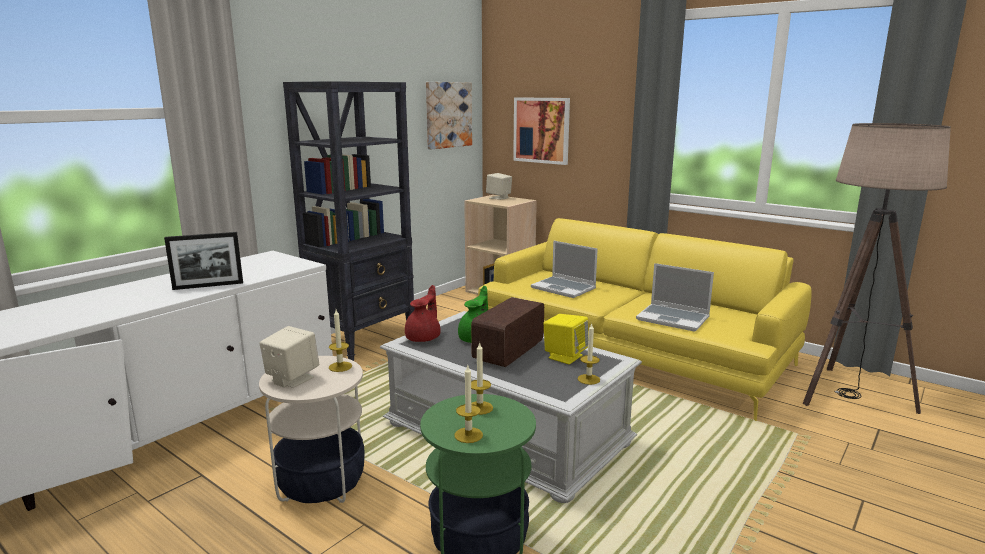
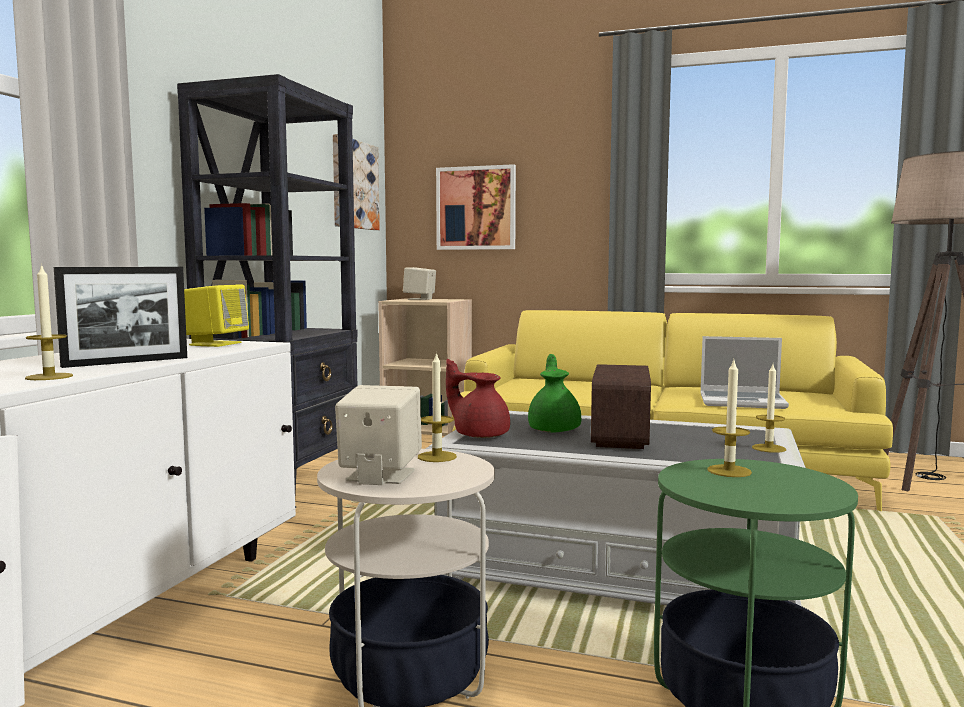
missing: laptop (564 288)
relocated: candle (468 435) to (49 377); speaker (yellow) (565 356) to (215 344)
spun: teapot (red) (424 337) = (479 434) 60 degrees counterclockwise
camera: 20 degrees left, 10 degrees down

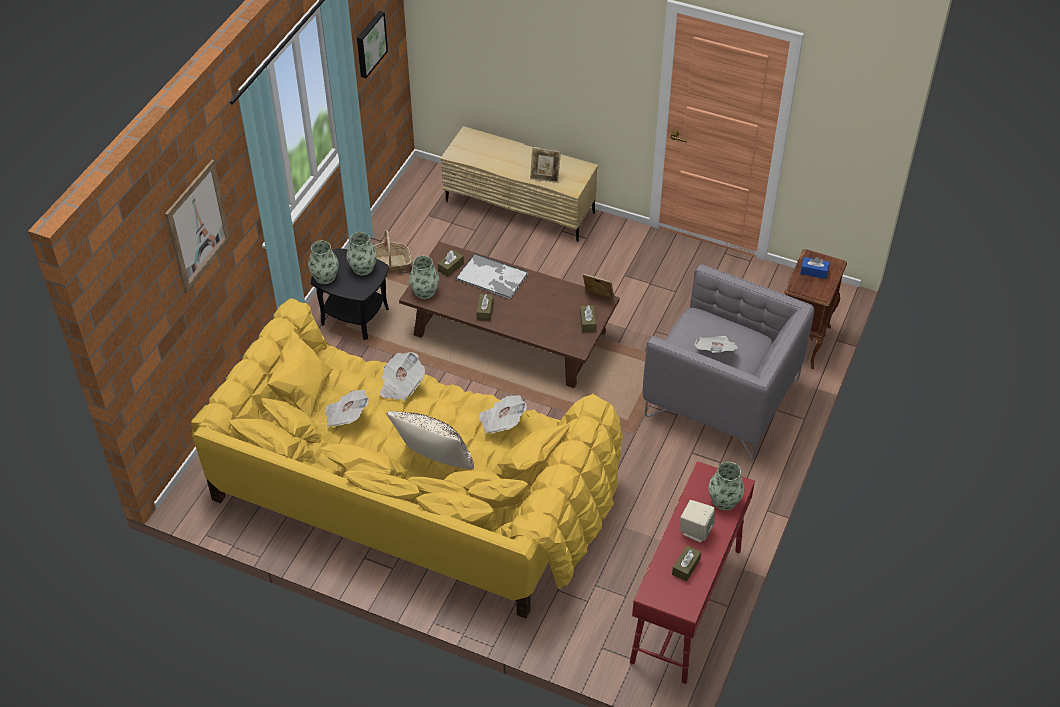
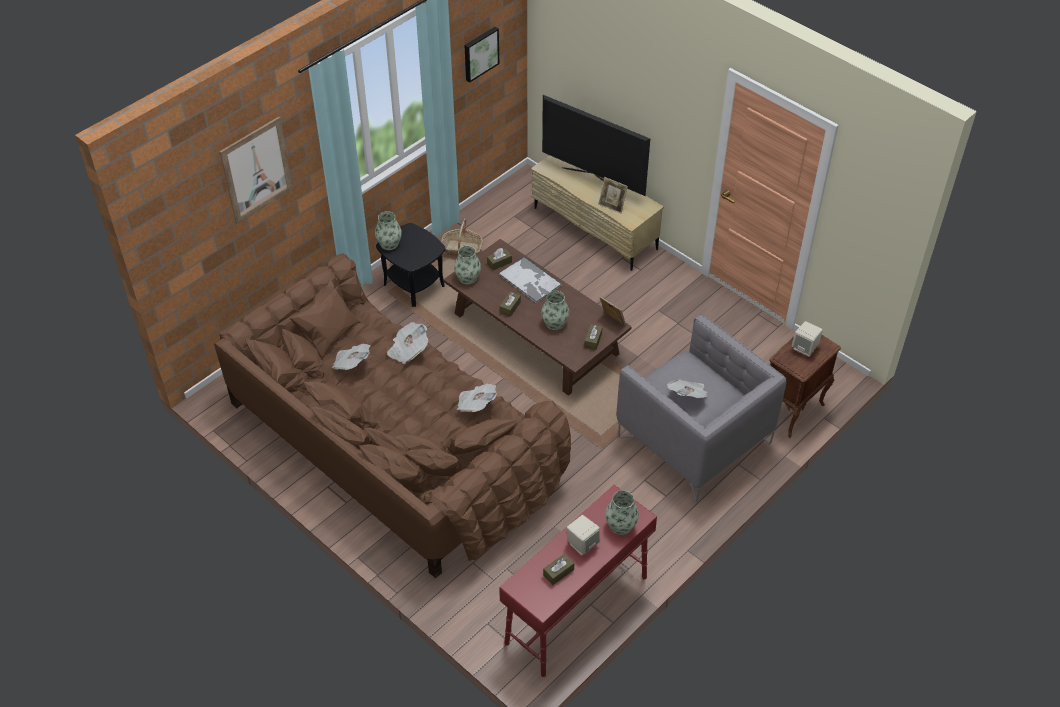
missing: pillow (beige) (433 463)
appeared: television (593 180)
relocated: vase (363 268) to (555 323)
exchanged: tissue box (blue) (814 271) to speaker (beige) (805 348)
colour: sofa (yellow) (413 486) to sofa (brown) (395 439)
camera: 20 degrees right, 0 degrees up

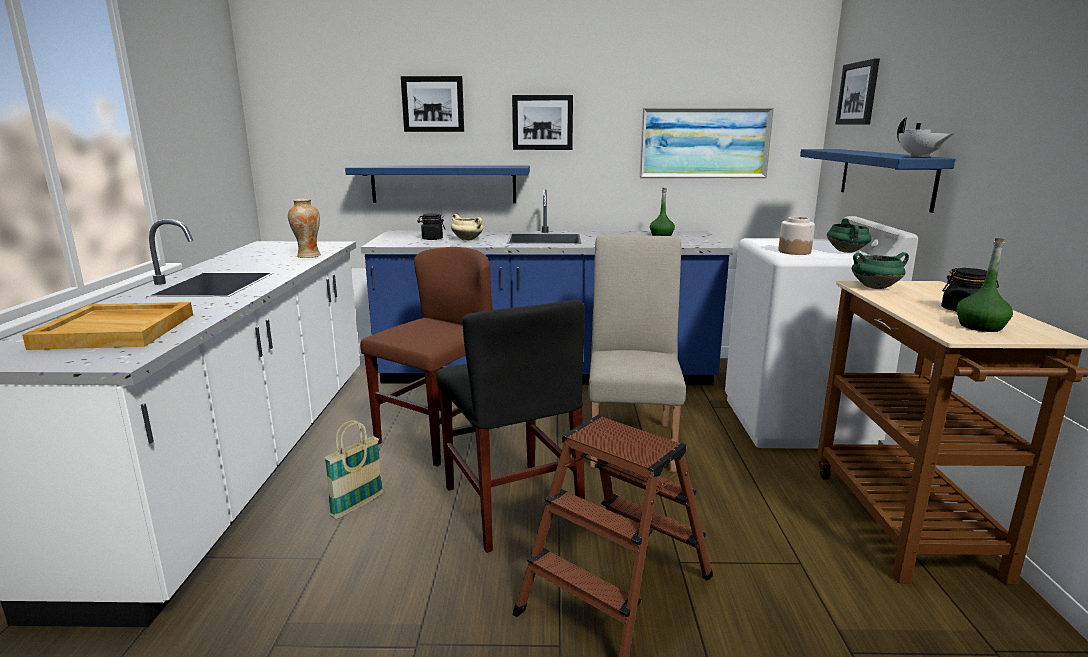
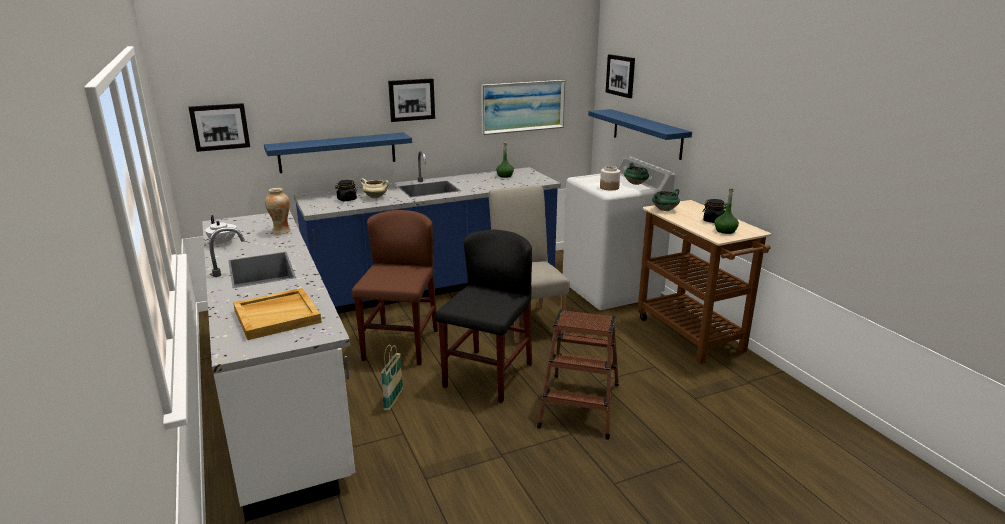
relocated: picture (433 104) to (220 127); teapot (white) (919 156) to (223 243)
spun: chair (black) (512 504) = (488 375) 105 degrees counterclockwise
camera: 25 degrees left, 5 degrees up

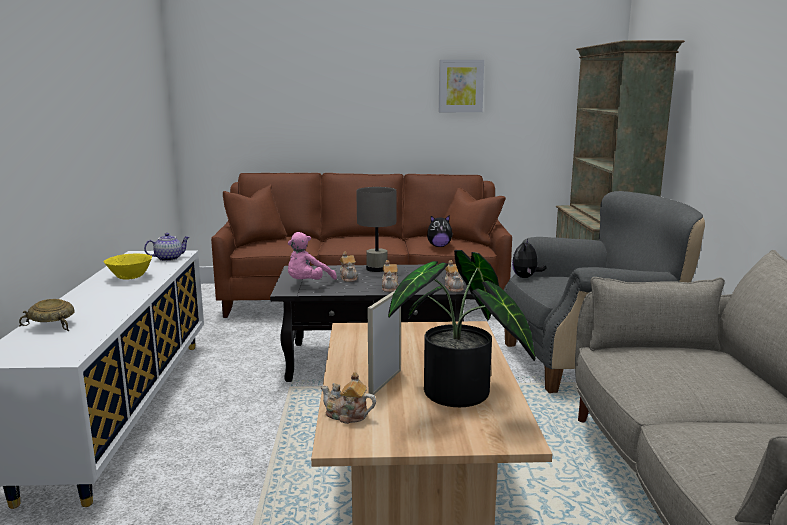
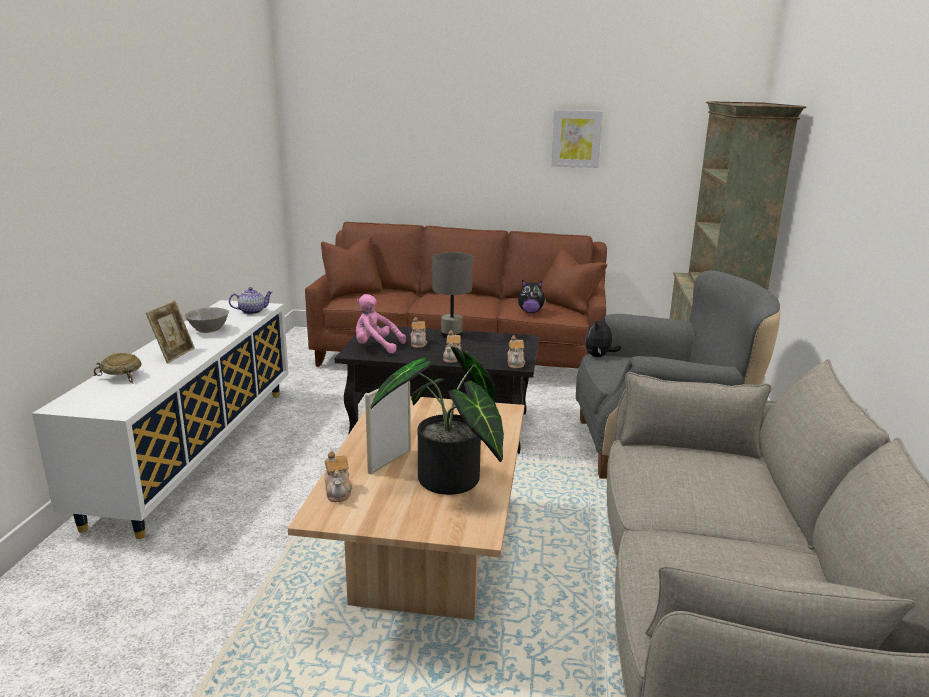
appeared: picture frame (174 355)
colour: bowl (yellow) (130 277) to bowl (grey) (208 331)
spun: plush toy (pink) (308 284) = (376 347) 60 degrees clockwise; teapot (347 415) = (338 491) 135 degrees counterclockwise
camera: 10 degrees right, 5 degrees up

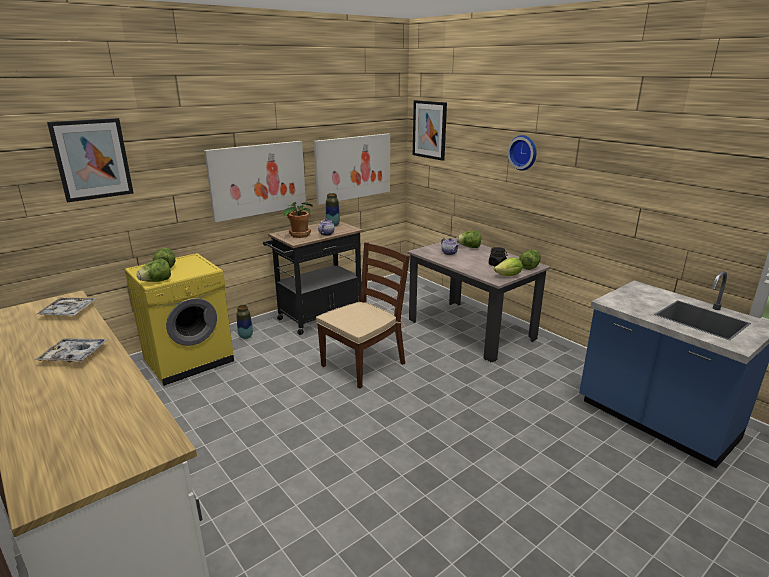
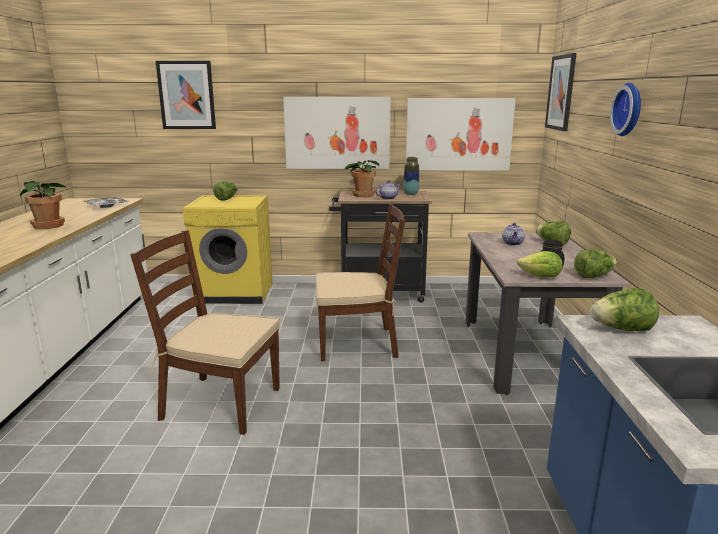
missing: vase (246 336)
appeared: chair (brown) (220 403)
relocated: lettuce (156 281) to (621 329)
exchanged: tray (74 355) to potted plant (49 226)
camera: 40 degrees right, 5 degrees down

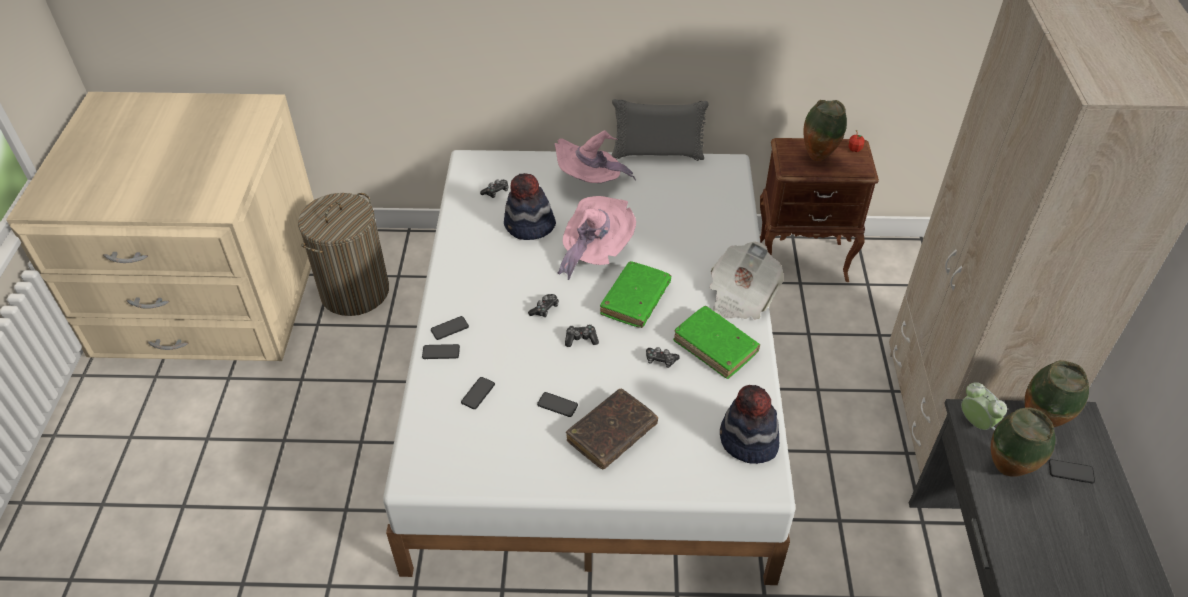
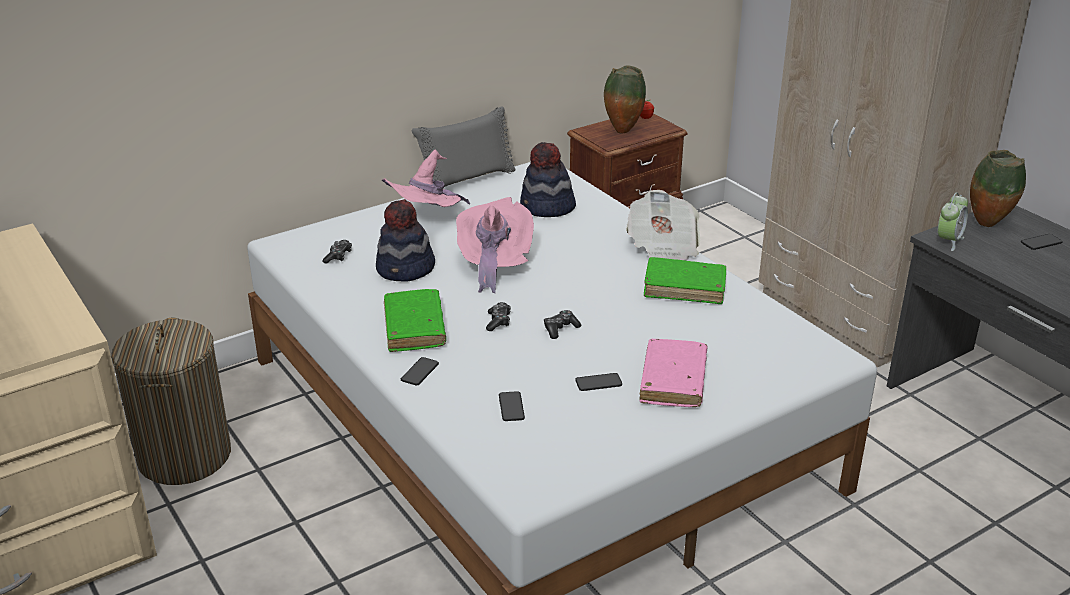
missing: phone (441 352); game controller (660 360); vase (1007 472)
relocated: book (green) (635 300) to (414 328); hat (748 441) to (547 208)
colour: book (brown) (612 434) to book (pink) (673 381)
spun: alarm clock (975 423) = (948 241) 105 degrees clockwise
camera: 35 degrees left, 15 degrees down

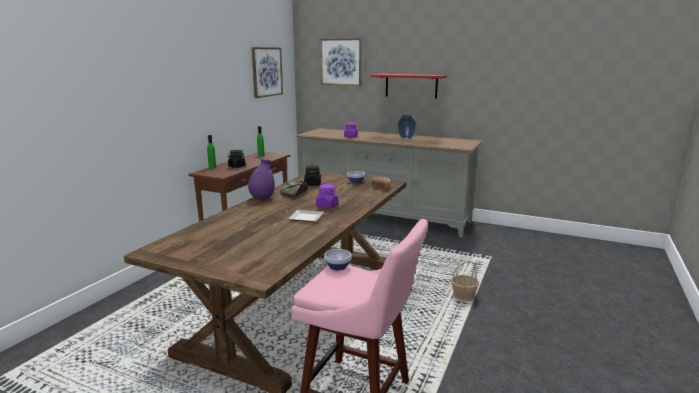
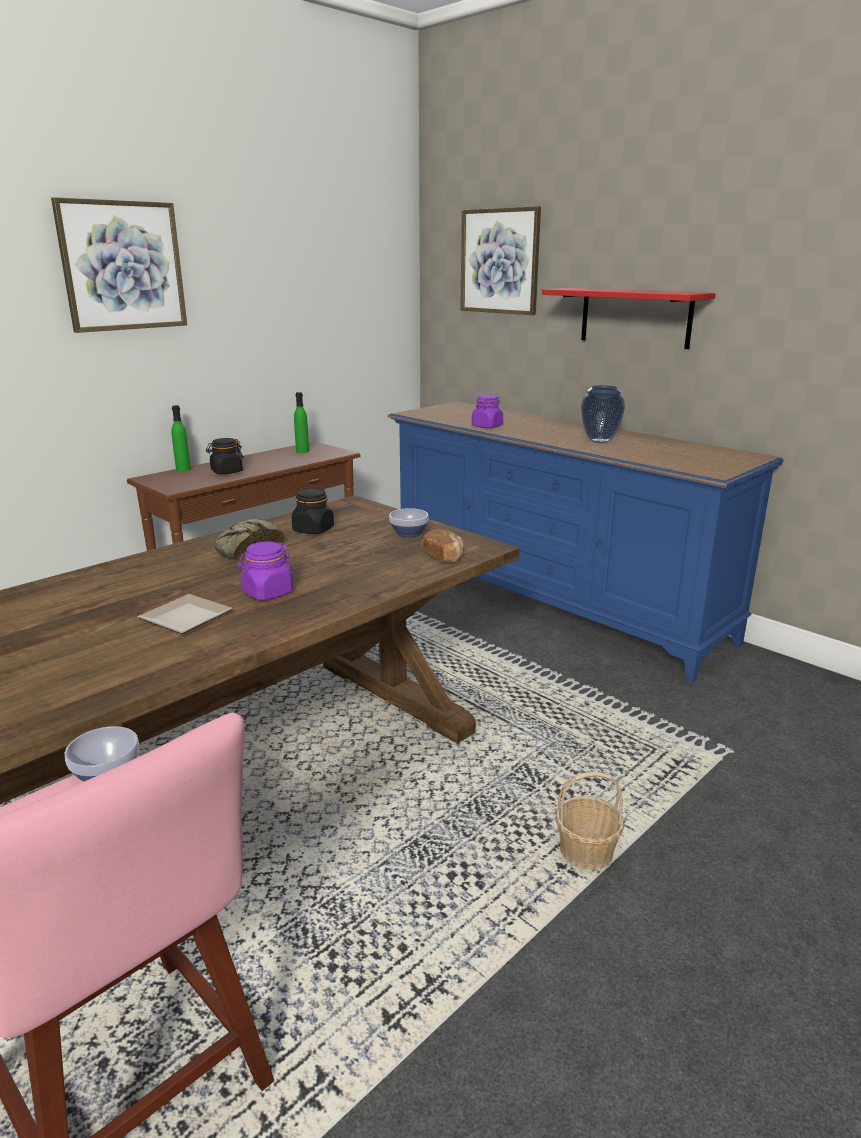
missing: vase (purple) (262 198)
relocated: picture (267 72) to (122 266)
colour: cabinet (grey) (384 217) to cabinet (blue) (552 603)
camera: 20 degrees right, 5 degrees up

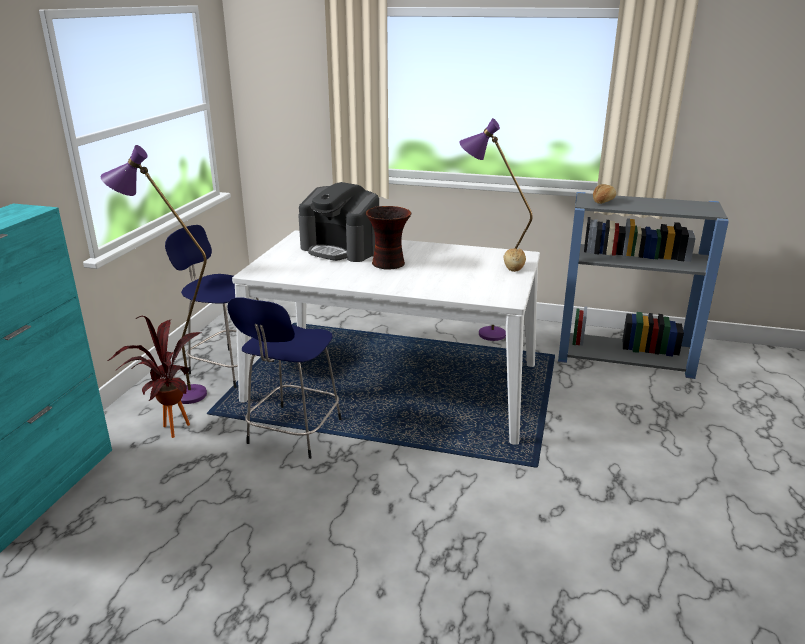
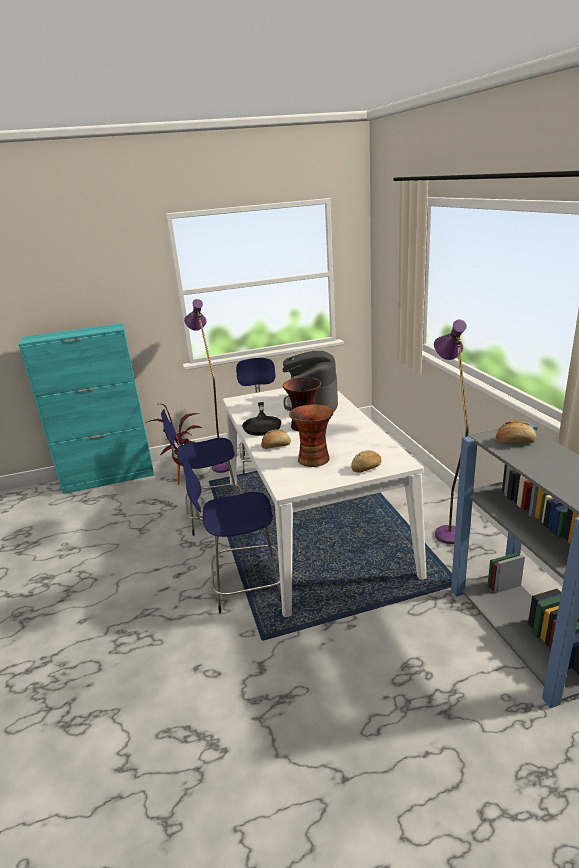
appeared: stool (blue) (245 587); frying pan (black) (262 424); bread (276 446); vase (313 459)
camera: 60 degrees right, 0 degrees up

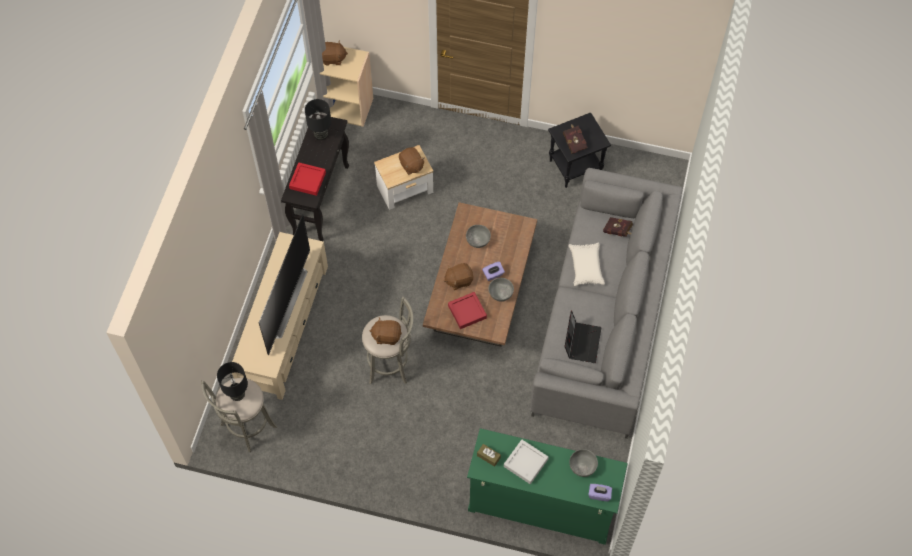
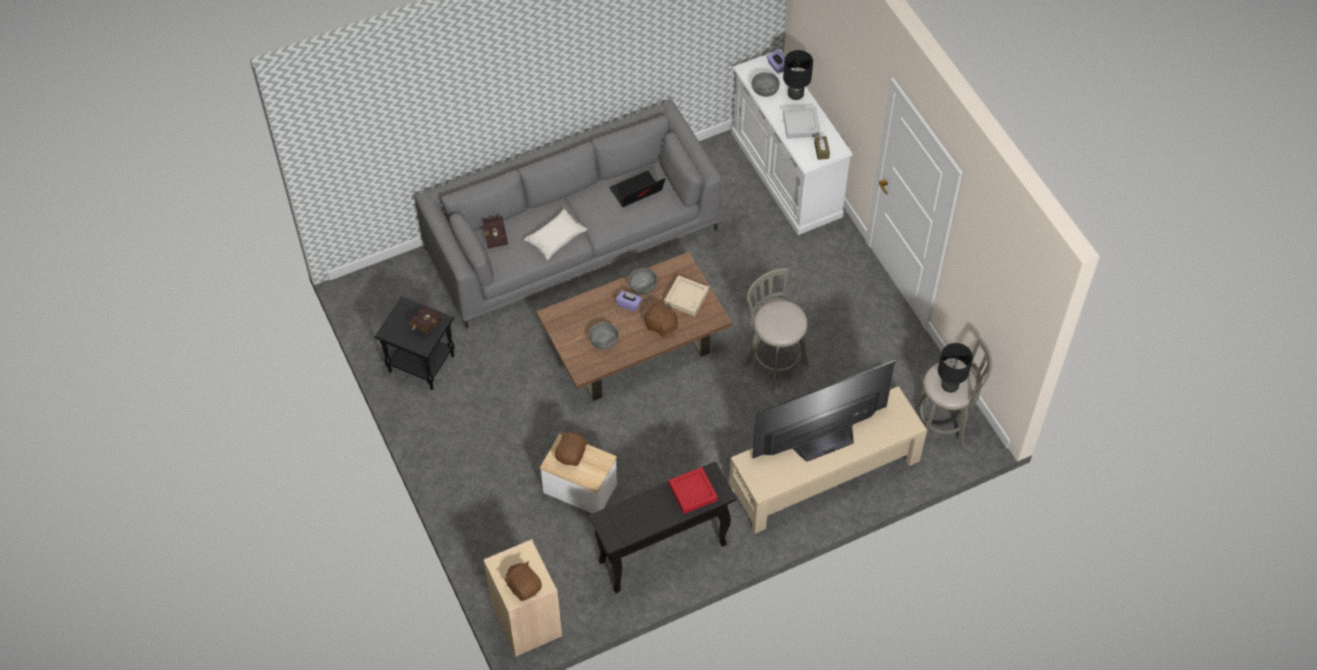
missing: plush toy (brown) (386 336)
relocated: table lamp (black) (320 134) to (795 93)
colour: tray (red) (467 312) to tray (beige) (686 298); cabinet (green) (541 504) to cabinet (white) (786 174)
camera: 130 degrees left, 5 degrees down

